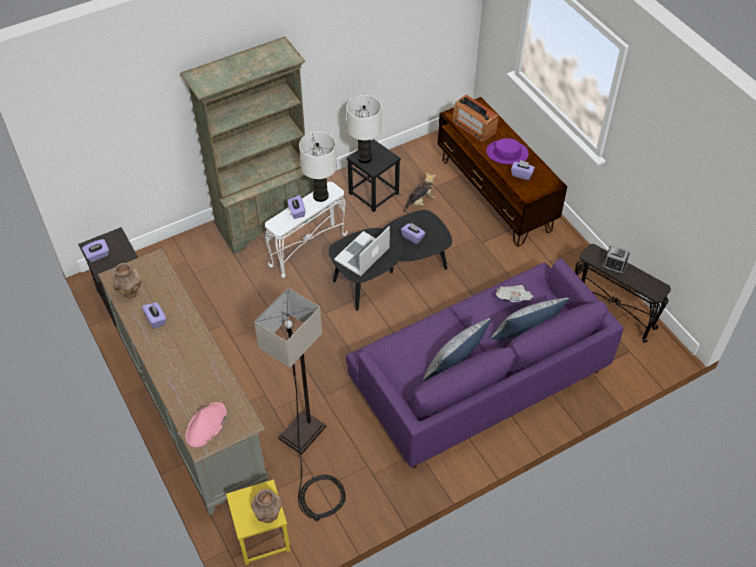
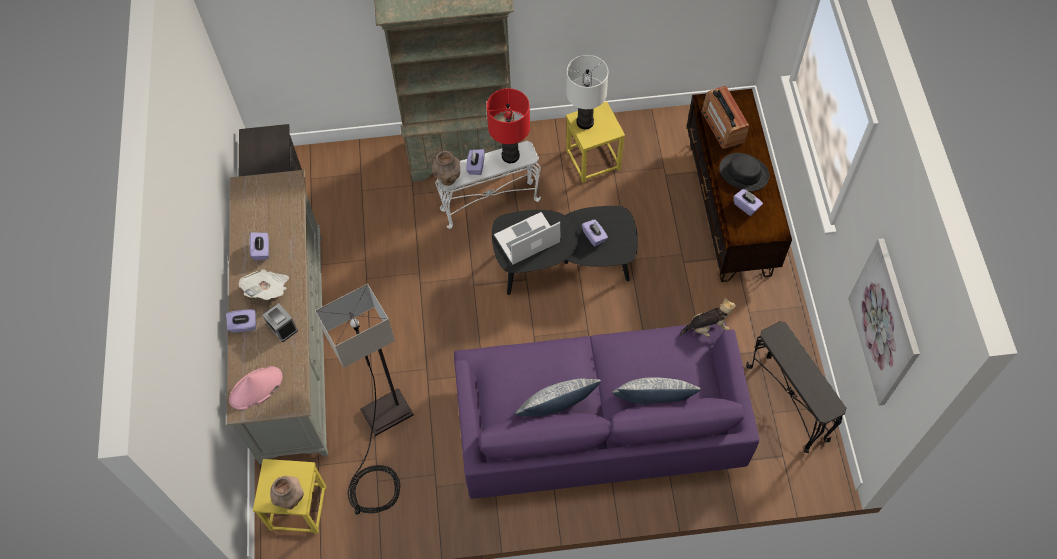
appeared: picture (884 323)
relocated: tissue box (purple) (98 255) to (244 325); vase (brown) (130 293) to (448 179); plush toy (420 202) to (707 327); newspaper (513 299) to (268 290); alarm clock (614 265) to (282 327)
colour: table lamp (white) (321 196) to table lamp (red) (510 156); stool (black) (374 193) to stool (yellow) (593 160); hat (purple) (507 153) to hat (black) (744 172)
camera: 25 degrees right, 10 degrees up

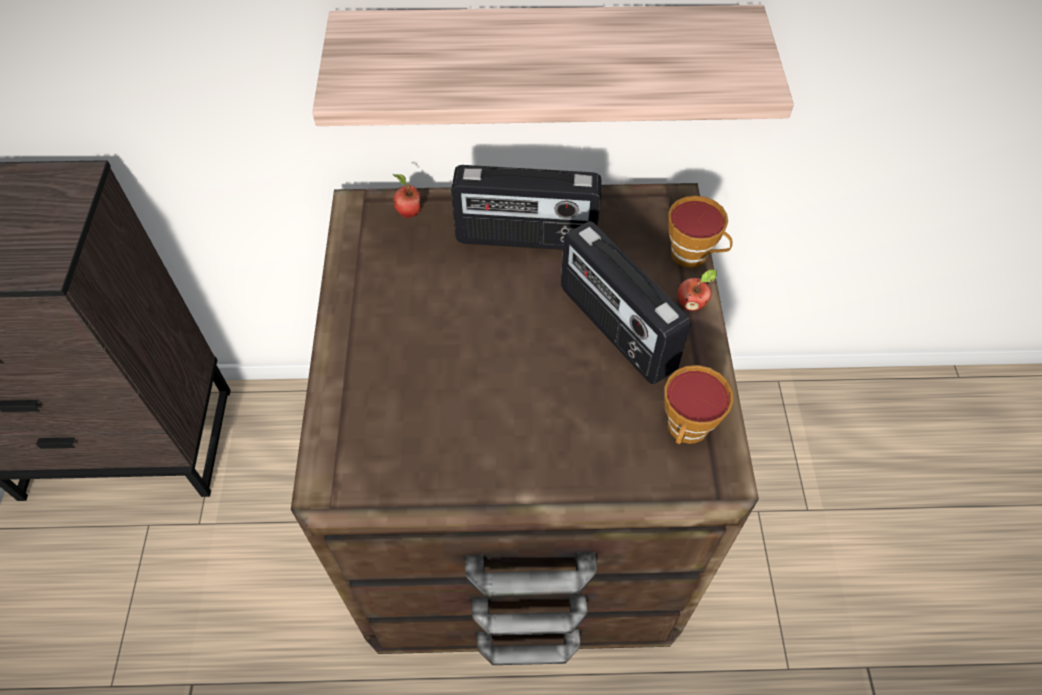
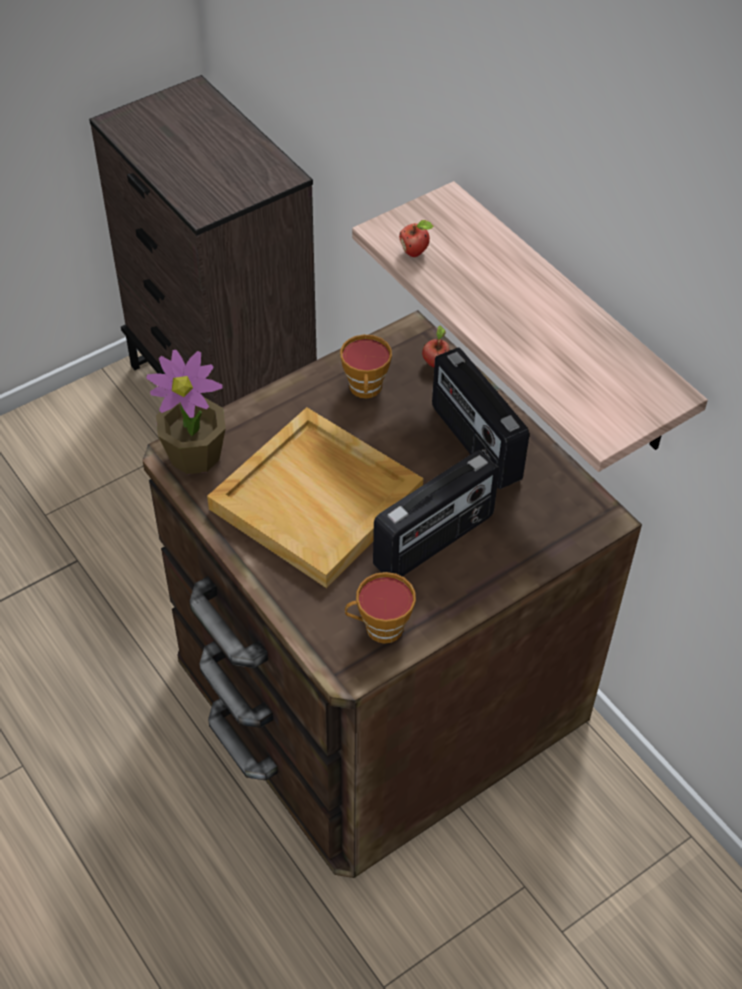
appeared: potted plant (195 455); tray (beige) (318 500)
relocated: cup (693 255) to (366 389); apple (692 304) to (415 252)
spun: radio (615 329) = (435 541) 150 degrees counterclockwise
camera: 55 degrees right, 5 degrees down

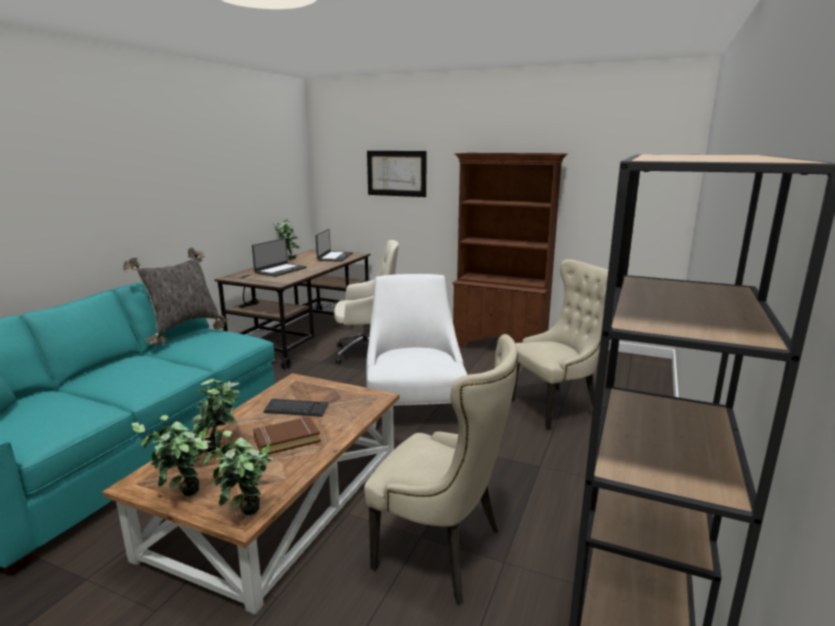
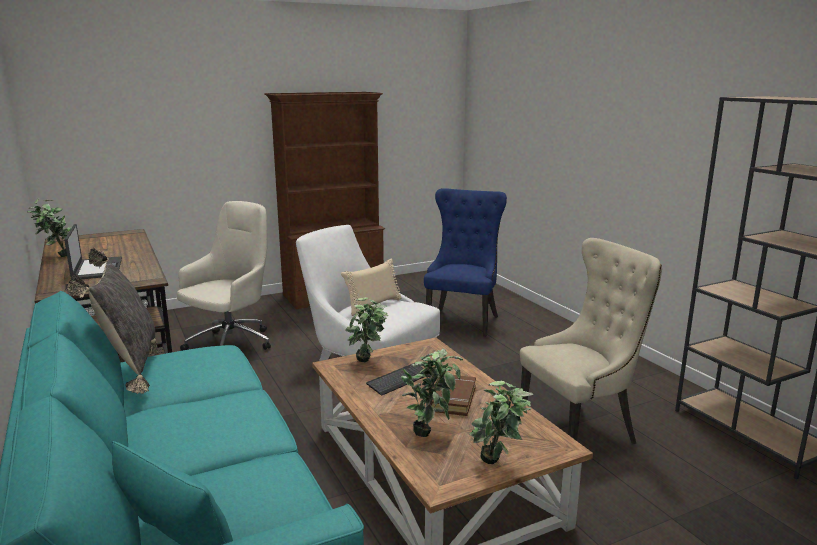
missing: laptop (334 257); picture (396 173)
appeared: pillow (beige) (373 305)
relocated: potted plant (244 519) to (368 363)
colour: chair (beige) (556 407) to chair (blue) (462 321)
camera: 50 degrees left, 0 degrees up

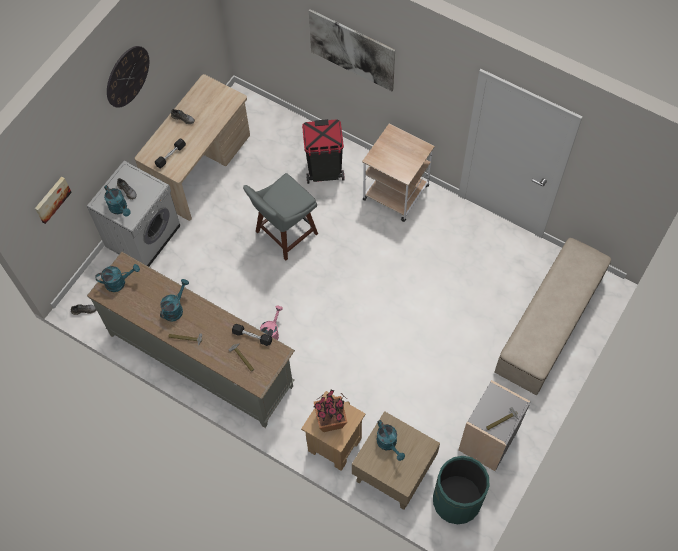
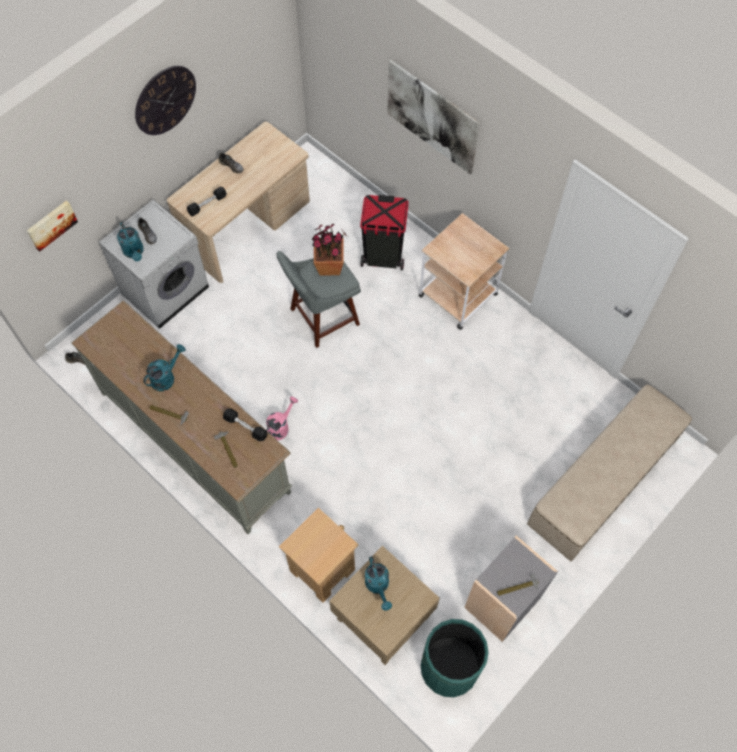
missing: watering can (turquoise) (119 282)
relocated: potted plant (331 421) to (330 266)
camera: 10 degrees right, 0 degrees up

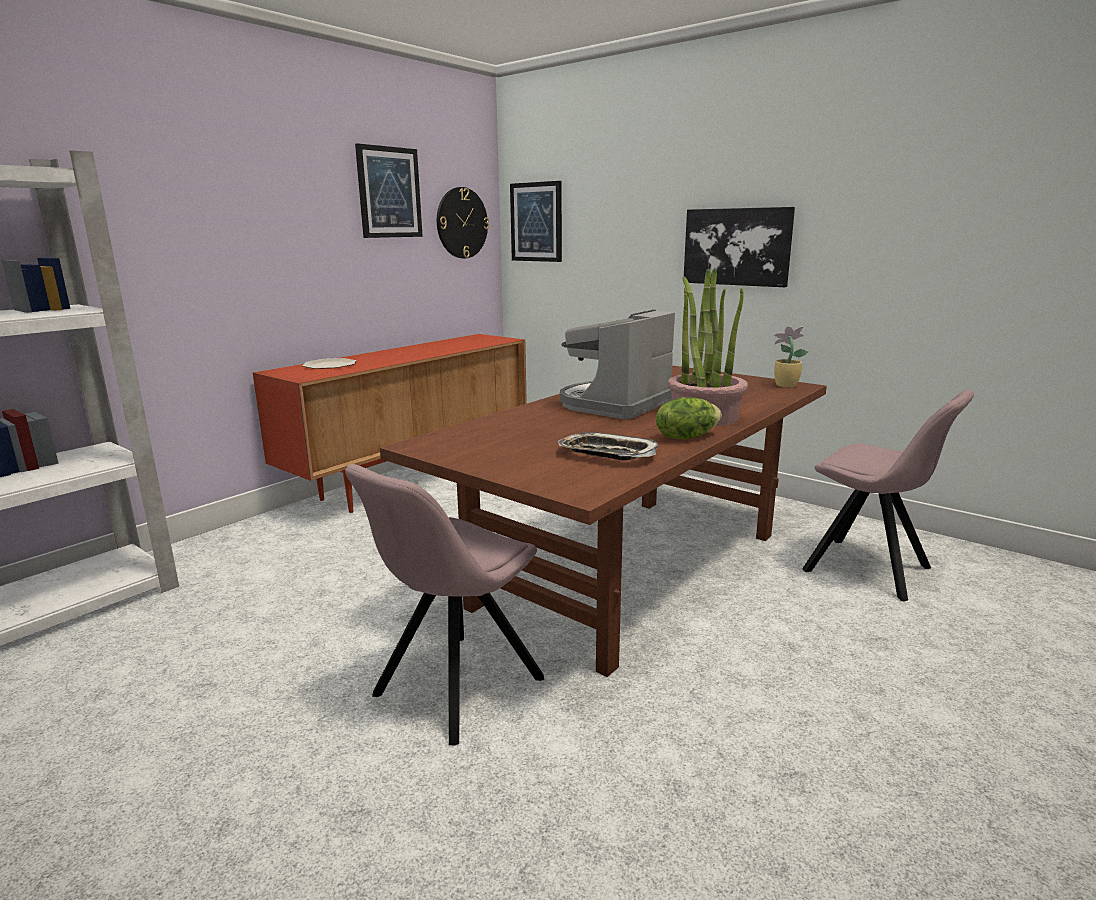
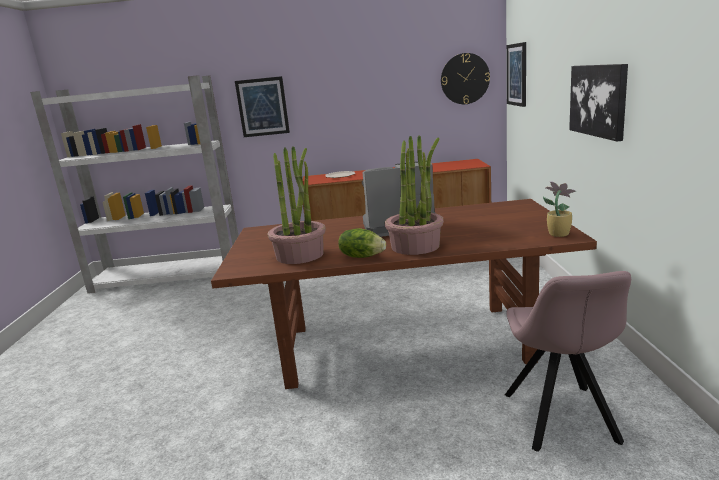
missing: chair (pink) (457 686)
relocated: picture (389 192) to (262 107)
exchanged: tray (607 453) to potted plant (300 255)
camera: 50 degrees right, 0 degrees up

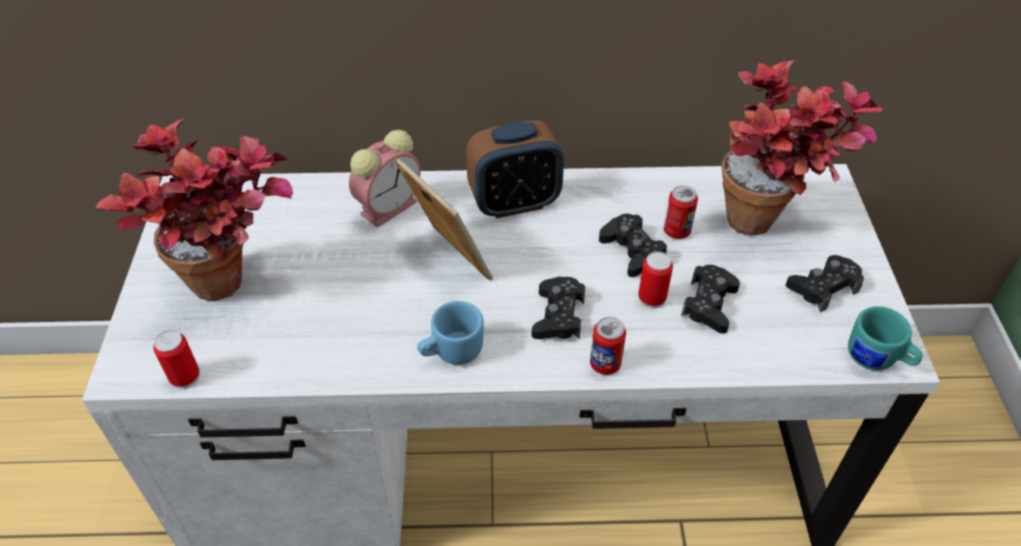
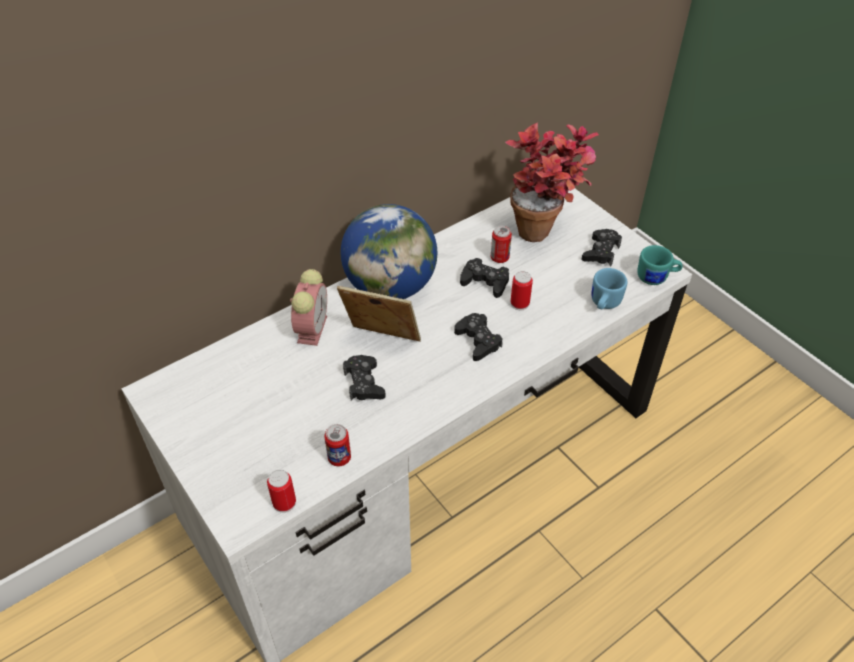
missing: potted plant (237 286)
relocated: mug (blue) (451 352) to (603 304); can (605 364) to (339 458); game controller (black) (709 304) to (364 383)
exchanged: alarm clock (514 203) to globe (390 287)
camera: 35 degrees left, 0 degrees up

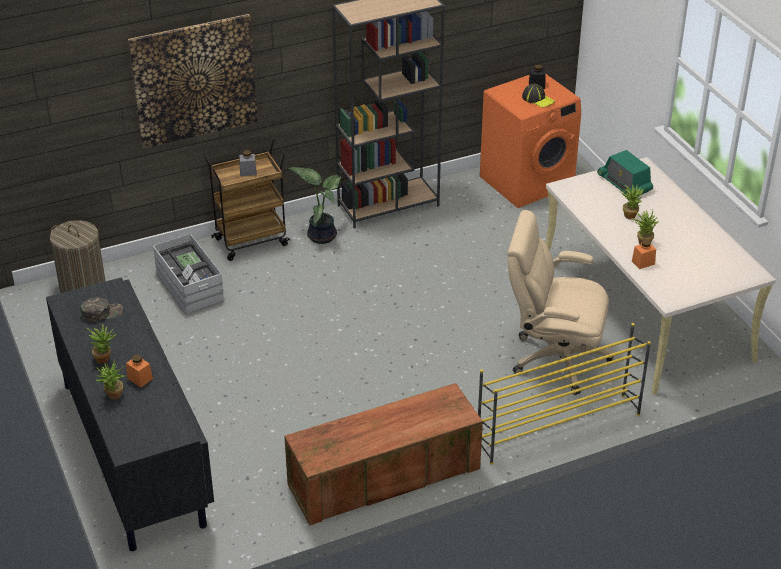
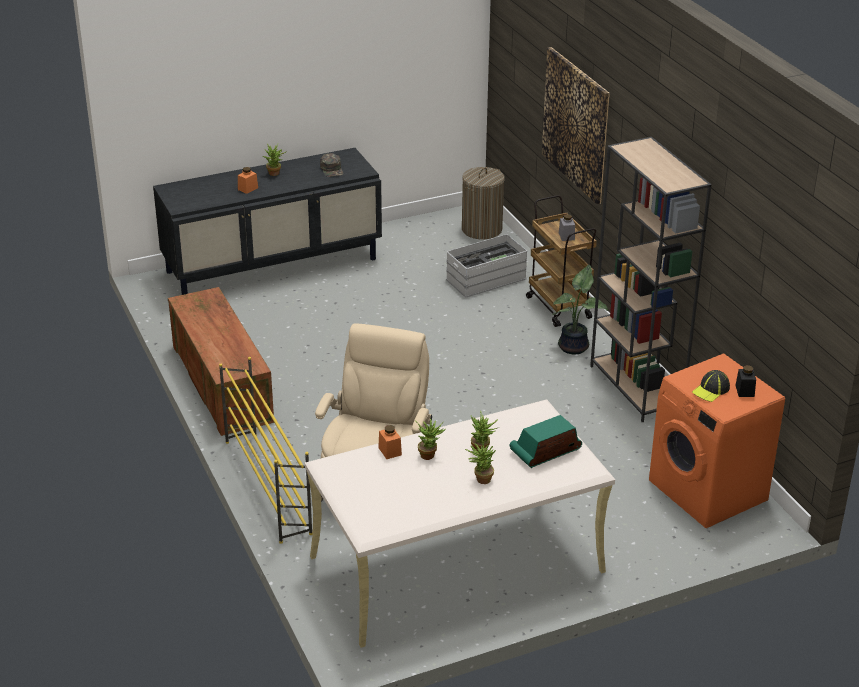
relocated: potted plant (113 397) to (480 479)
camera: 90 degrees right, 5 degrees down

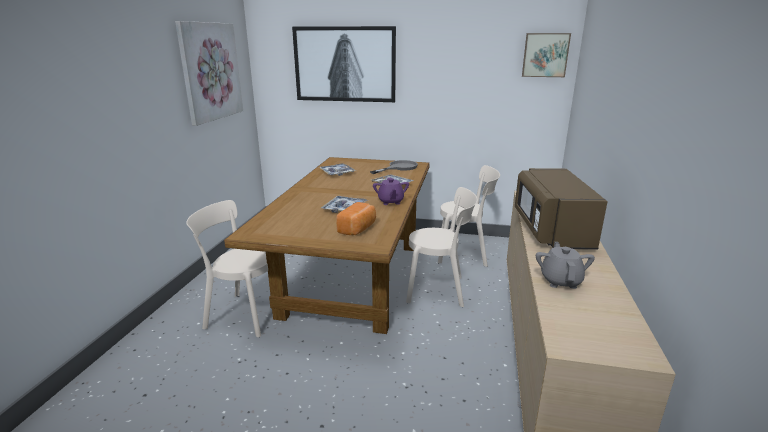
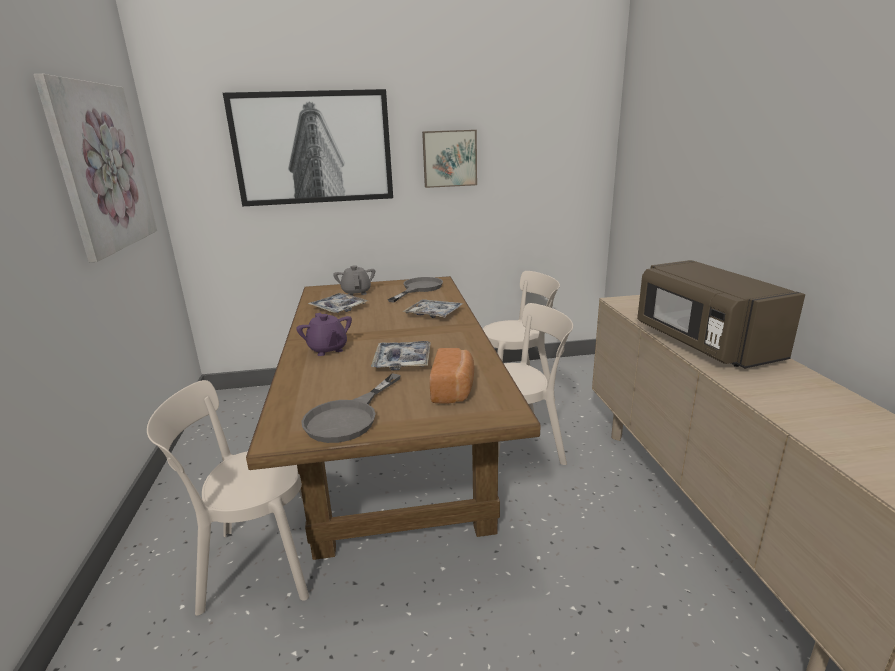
appeared: frying pan (grey) (349 417)
relocated: teapot (purple) (390 202) to (327 349); picture (545 55) to (449 158); teapot (grey) (560 281) to (356 292)
camera: 20 degrees left, 0 degrees up

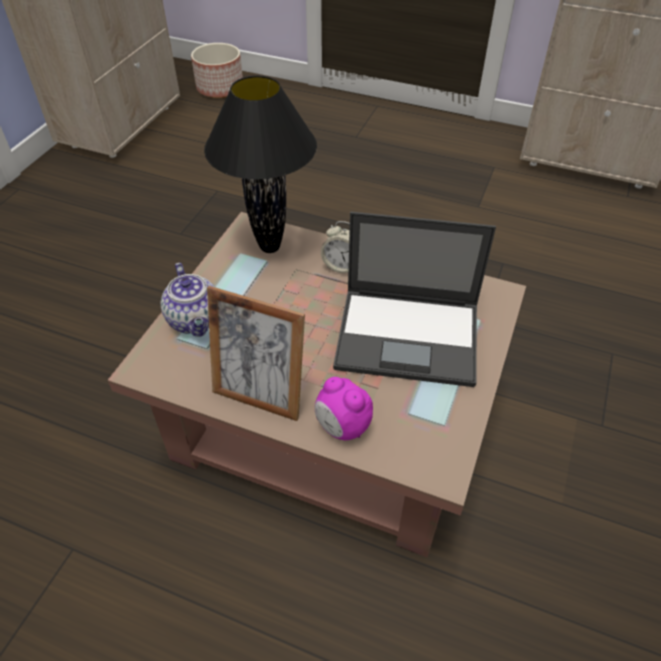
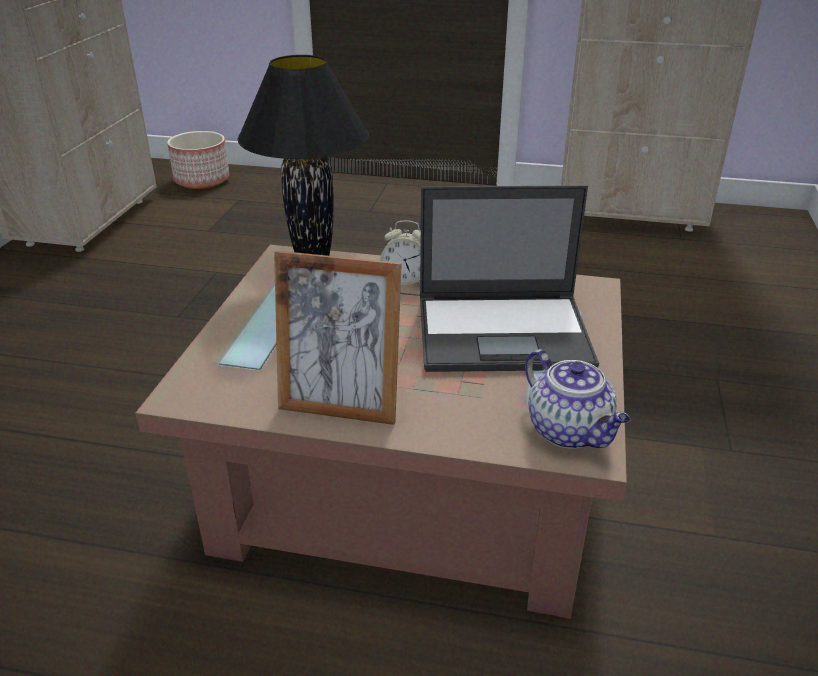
missing: alarm clock (342 427)
relocated: teapot (196 320) to (570 431)
camera: 10 degrees left, 15 degrees down

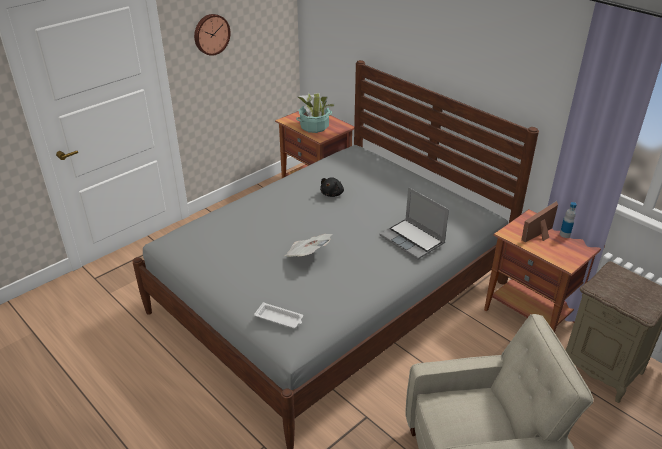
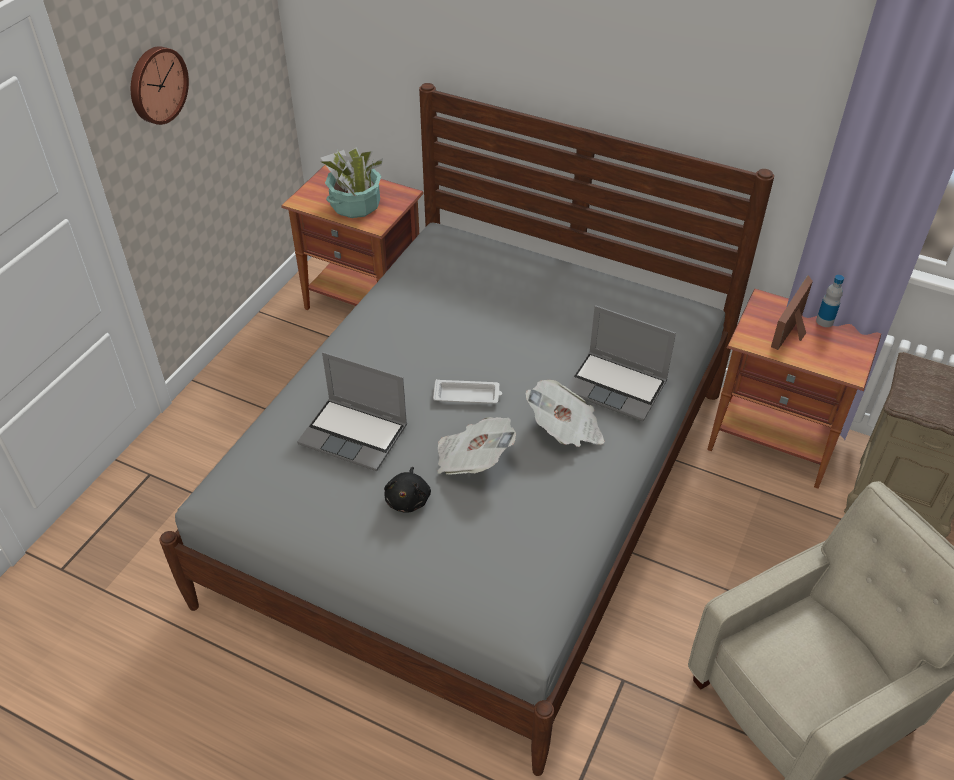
appeared: laptop (355 435); newspaper (565 429)
relocated: tray (white) (279 318) to (468 395); plush toy (black) (332 193) to (408 499)
camera: 20 degrees left, 10 degrees up

